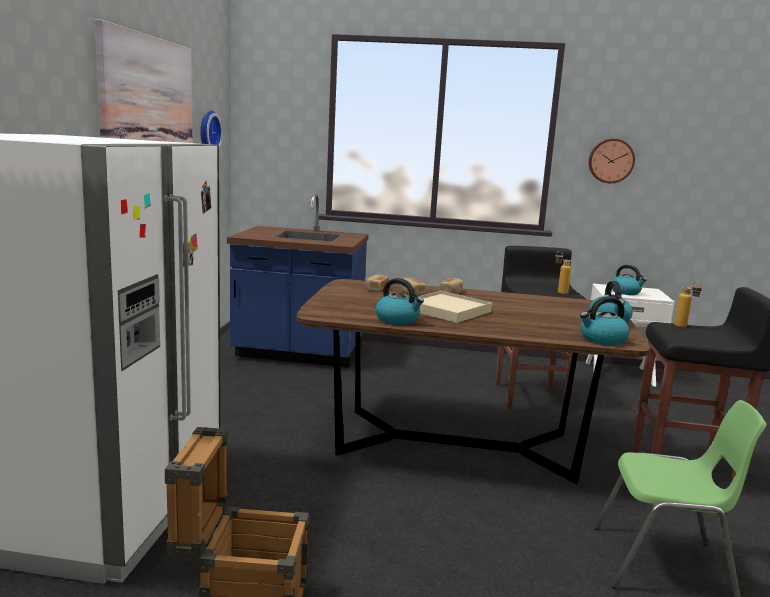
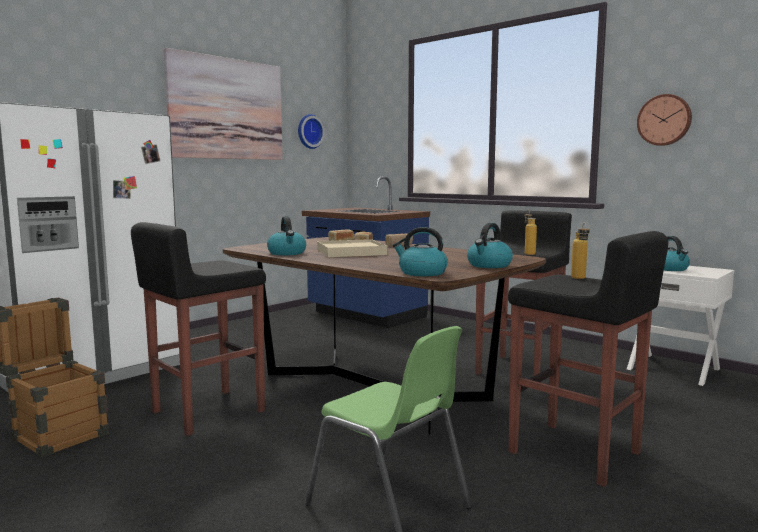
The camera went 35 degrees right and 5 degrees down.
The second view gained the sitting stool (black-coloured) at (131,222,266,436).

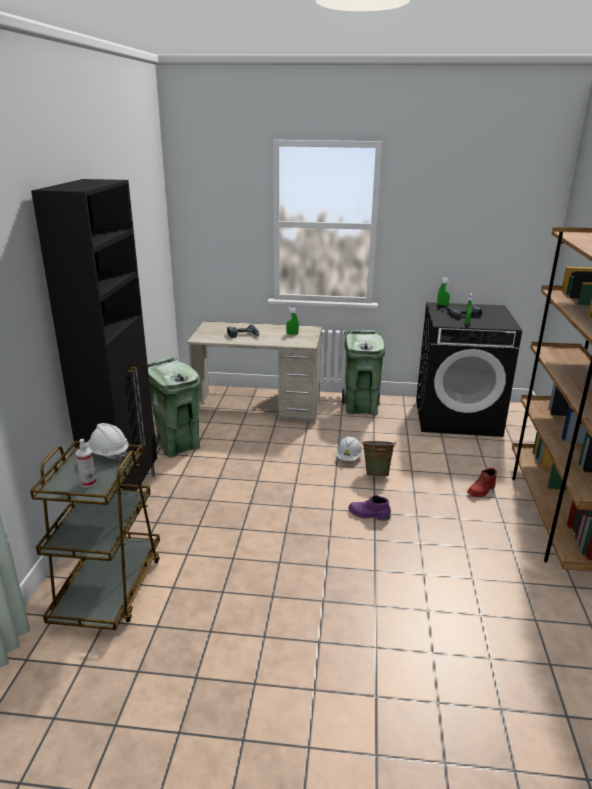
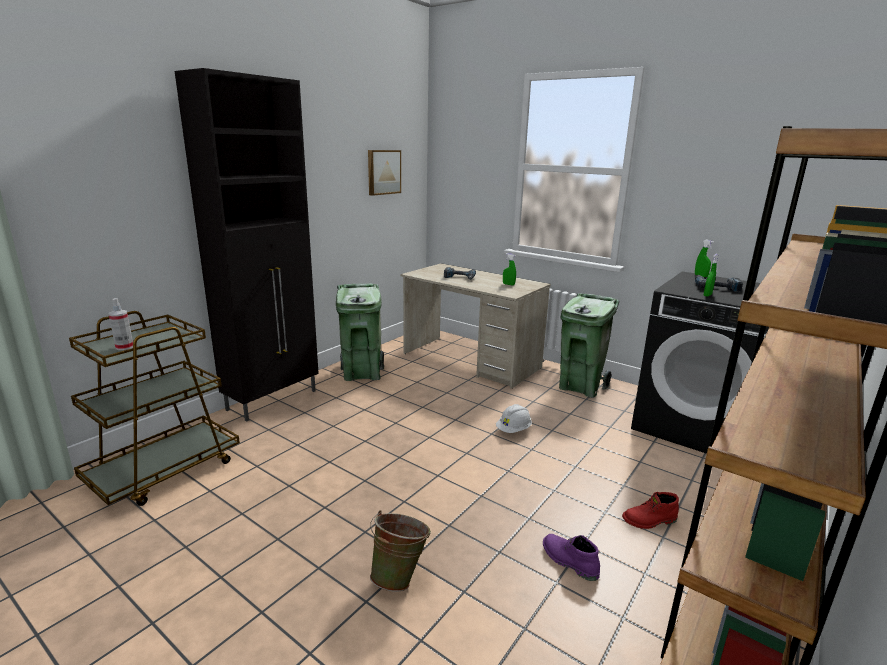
The camera went 30 degrees right and 5 degrees down.
The second view lost the safety helmet (white-coloured) at (86,423,129,460).
The pail (green) ended up elsewhere, having gone from (361,441,396,477) to (370,510,431,592).
The high-top boot (purple-coloured) ended up elsewhere, having gone from (348,495,391,521) to (543,534,600,581).
The second view gained the picture at (368,150,401,196).

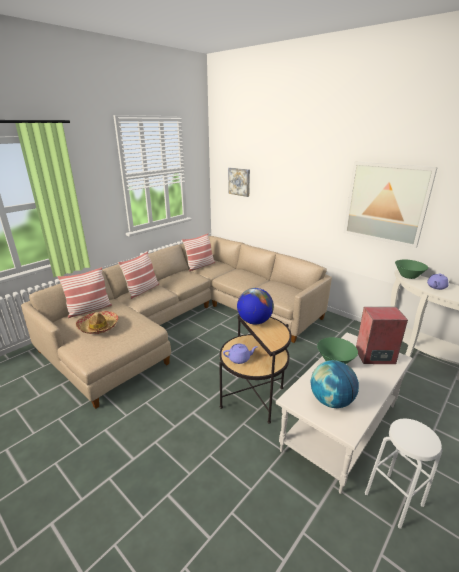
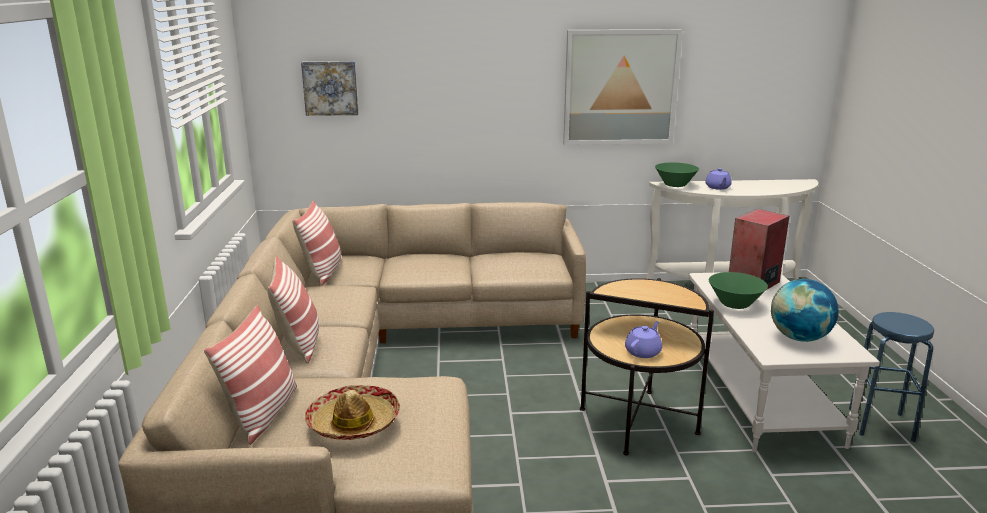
The camera went 45 degrees left and 5 degrees down.
The second view lost the globe at (237,288,274,325).
What was the sitting stool (white-coloured) at (365,418,443,529) turned into the sitting stool (bluish) at (849,312,934,442).

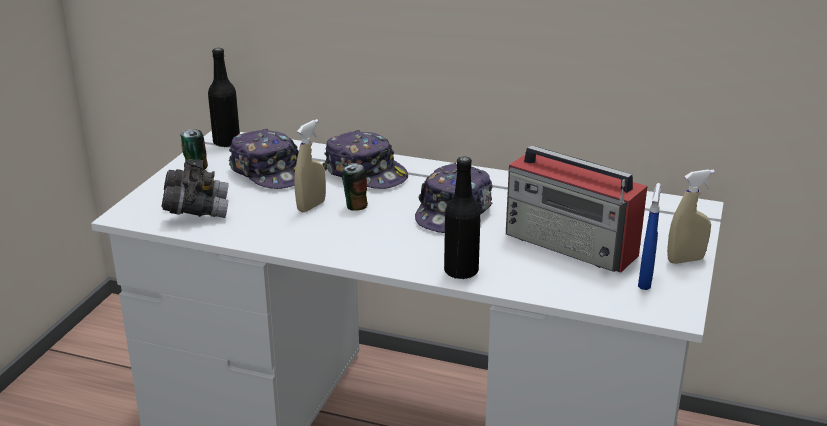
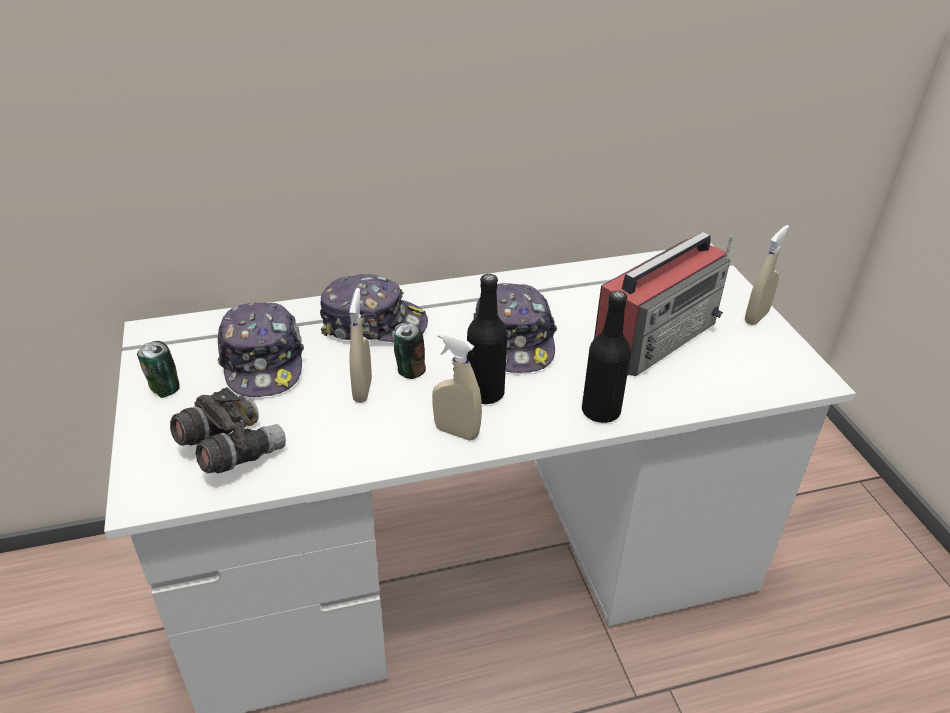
The camera went 35 degrees left and 10 degrees up.
The drink bottle (black-coloured) ended up elsewhere, having gone from (208,48,240,147) to (467,274,507,404).
The baseball cap at (229,129,299,189) ended up facing another way, 60 degrees clockwise from before.
The radio receiver at (506,145,647,273) ended up facing another way, 45 degrees counterclockwise from before.
The second view lost the sprayer (bluish) at (638,183,661,290).
The second view gained the sprayer (beige-coloured) at (432,332,482,441).

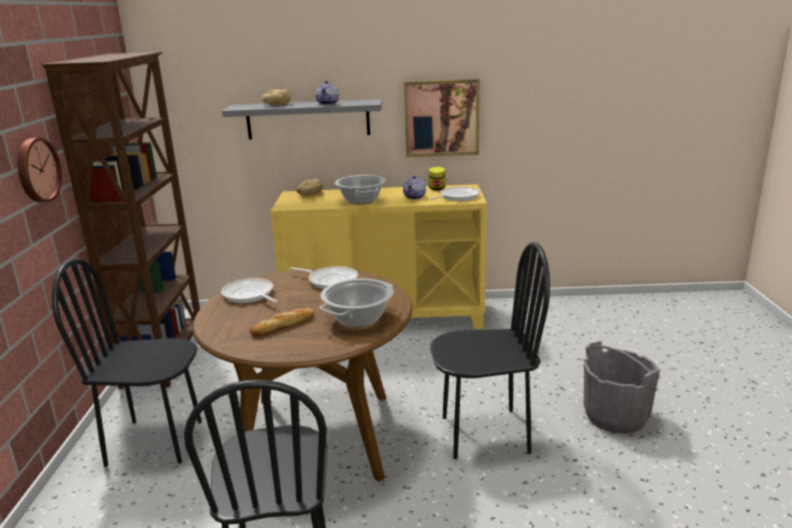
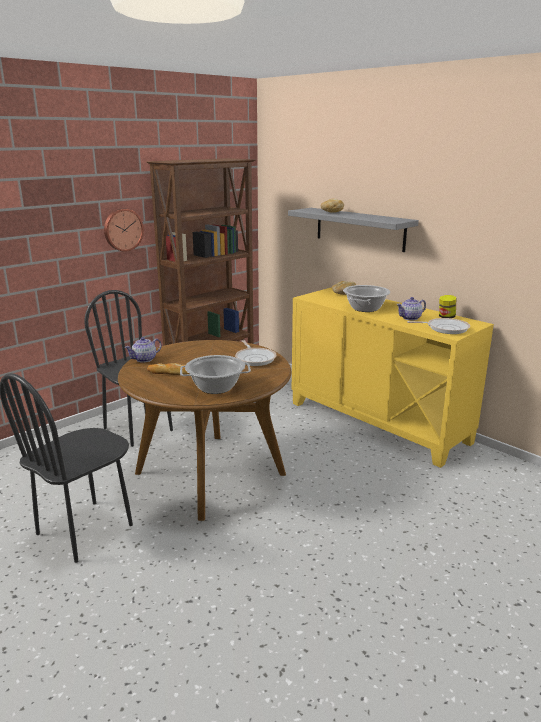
The camera went 45 degrees right and 0 degrees up.
The second view lost the picture at (404,79,480,157).
The tea pot ended up elsewhere, having gone from (315,81,339,105) to (125,337,162,363).
The second view lost the plain chair (black-coloured) at (430,242,550,459).
The second view lost the pan at (221,278,278,303).
The second view lost the pail (greyish) at (583,341,660,434).

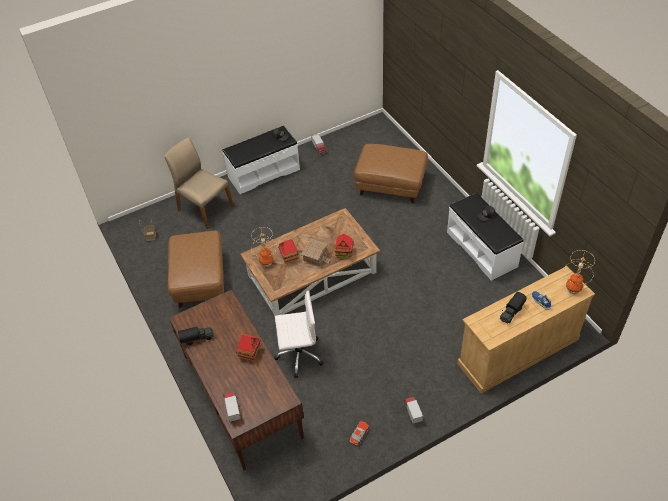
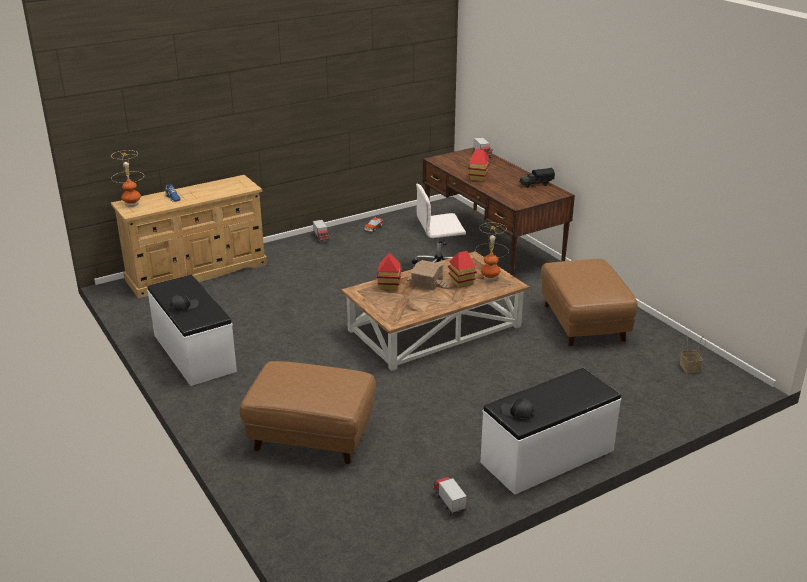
The camera went 175 degrees right and 20 degrees down.
The second view lost the plain chair (beige-coloured) at (164,137,234,229).
The second view lost the model truck at (499,292,527,323).

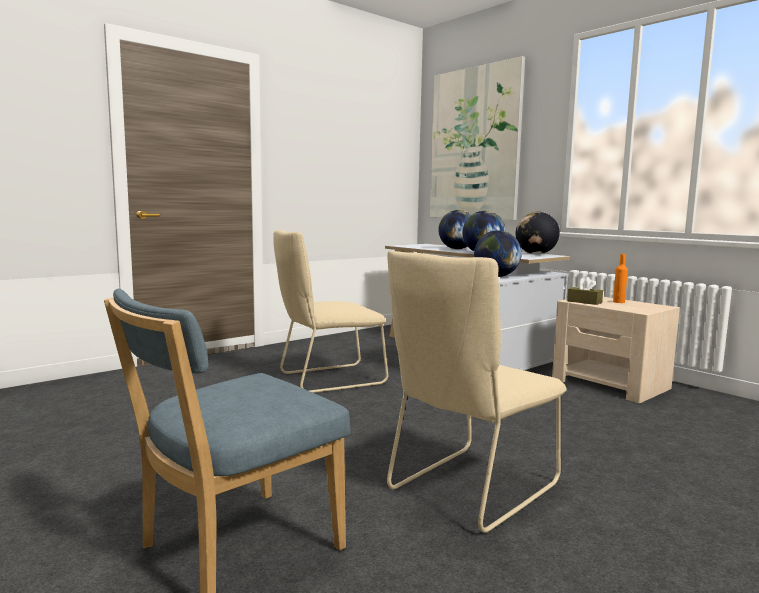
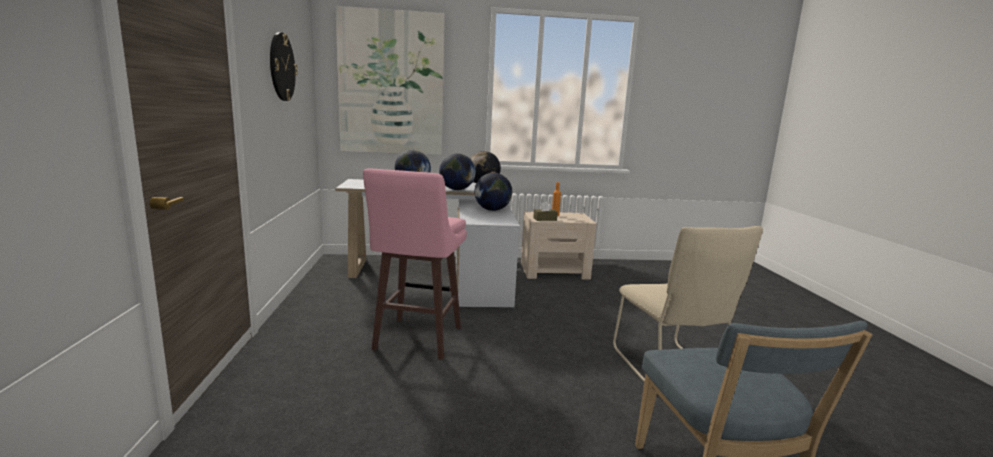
The camera went 55 degrees left and 5 degrees up.
Where the plain chair (beige-coloured) stood at (273,230,388,393), the sitting stool (pink-coloured) came to stand at (363,169,467,360).
The second view gained the wall clock at (270,32,298,101).

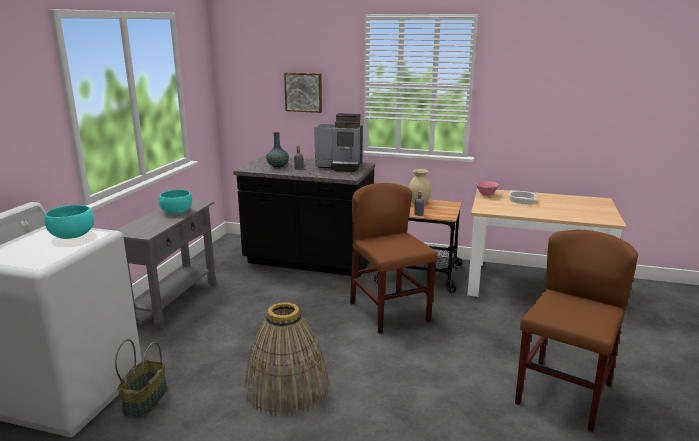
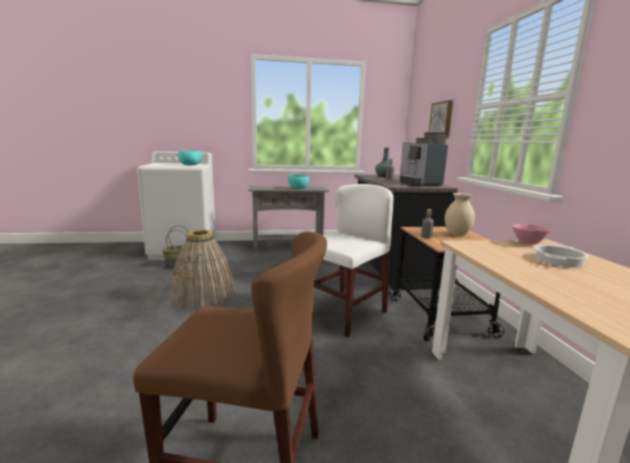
The camera went 65 degrees right and 5 degrees down.
What was the plain chair (brown) at (350,183,437,334) turned into the plain chair (white-coloured) at (314,184,394,337).

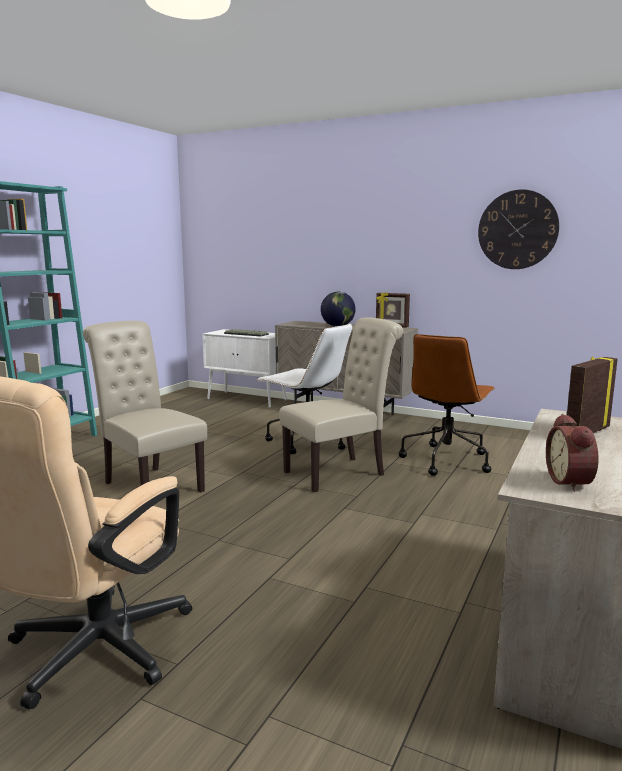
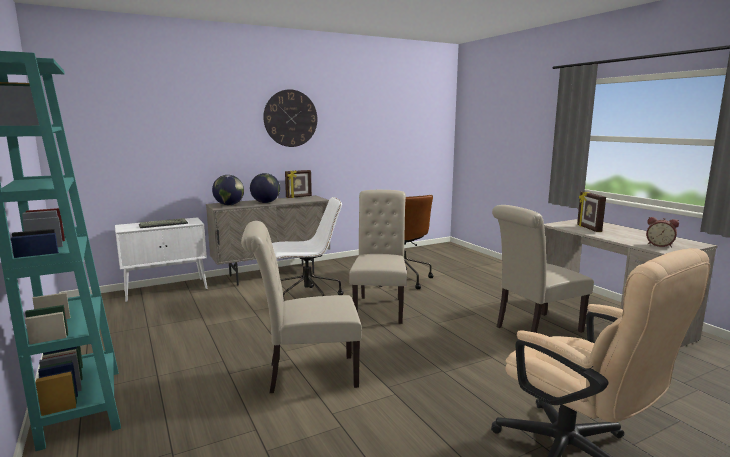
The camera went 55 degrees left and 0 degrees up.
The wall clock ended up elsewhere, having gone from (478,189,559,269) to (263,89,317,147).
The second view gained the globe at (212,175,244,205).
The second view gained the plain chair (beige-coloured) at (492,205,594,333).

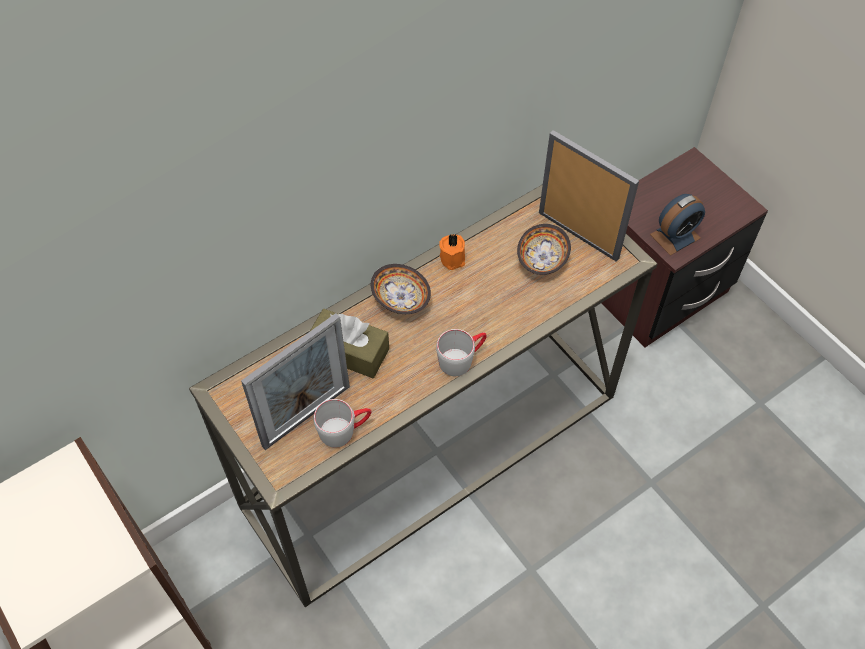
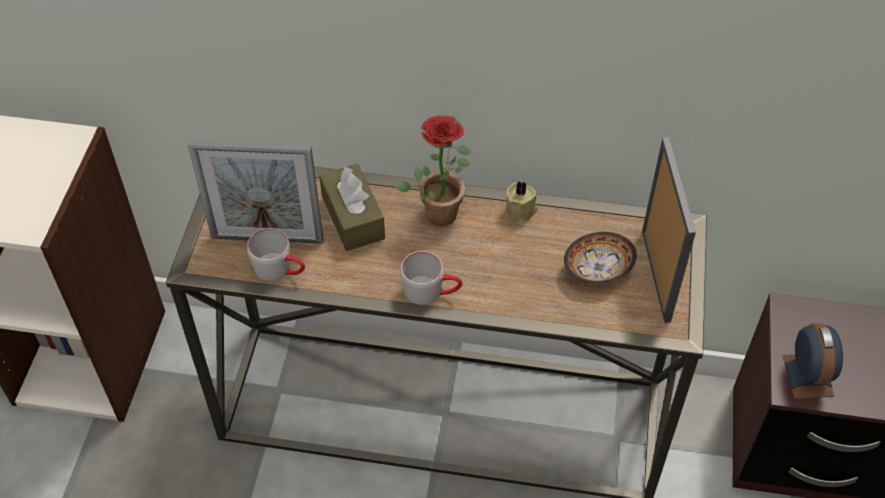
The camera went 45 degrees right and 5 degrees down.
The alarm clock at (650,194,705,256) ended up facing another way, 105 degrees counterclockwise from before.
What was the candle (orange) at (439,234,465,270) turned into the candle (beige-coloured) at (506,181,538,224).
Where the bowl stood at (371,264,431,314), the potted plant came to stand at (396,116,470,226).

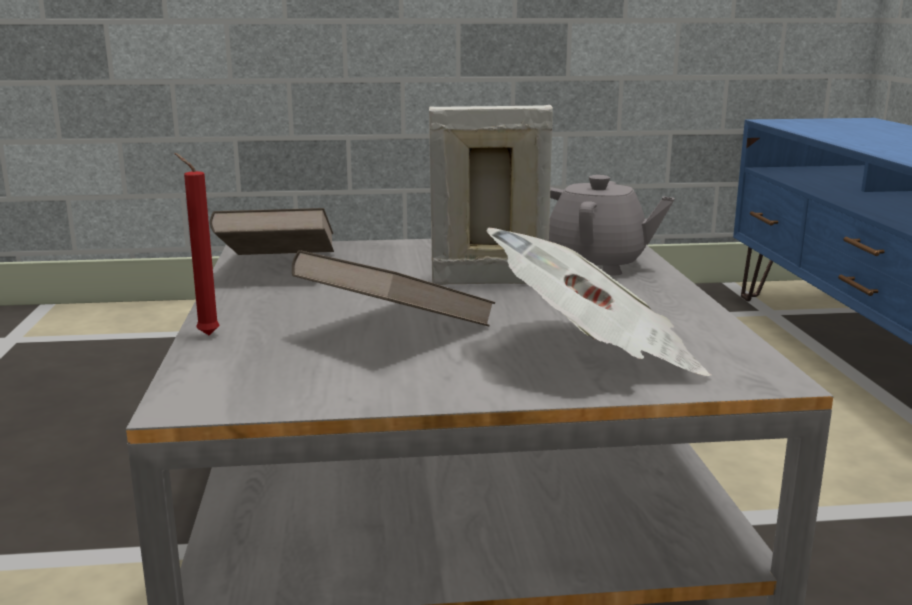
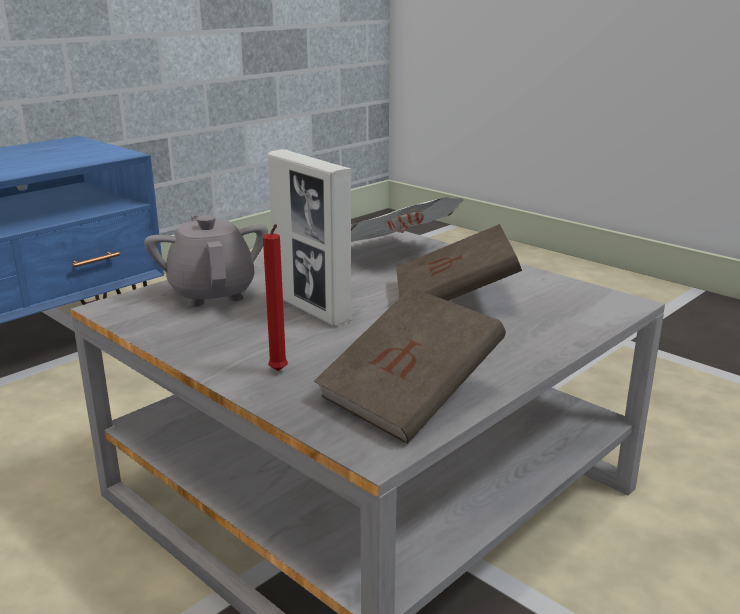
The camera went 130 degrees left and 5 degrees up.
The candle (red) ended up elsewhere, having gone from (174,153,220,335) to (263,224,288,371).

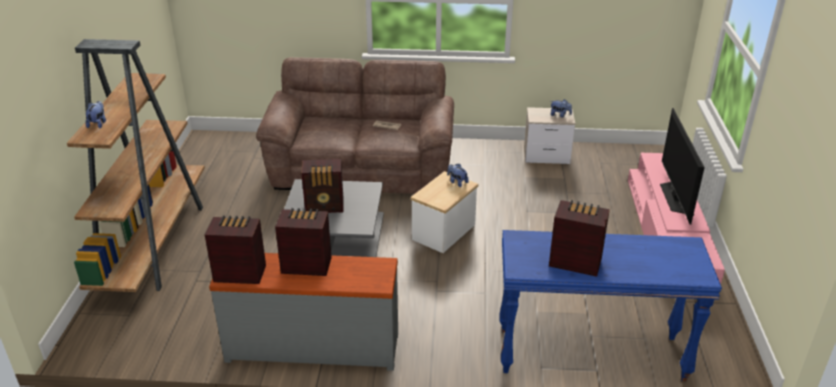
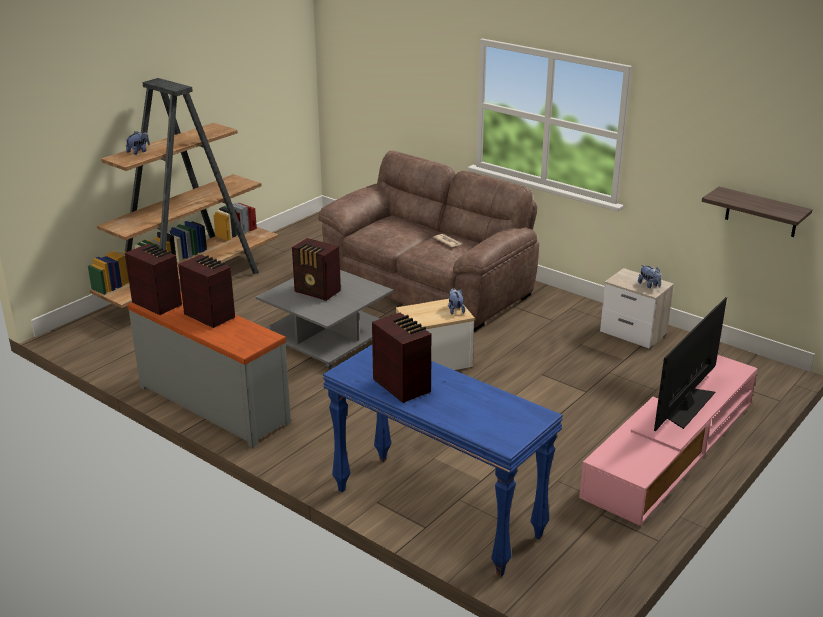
The camera went 35 degrees right and 5 degrees down.
The second view gained the wall shelf at (702,187,812,237).

